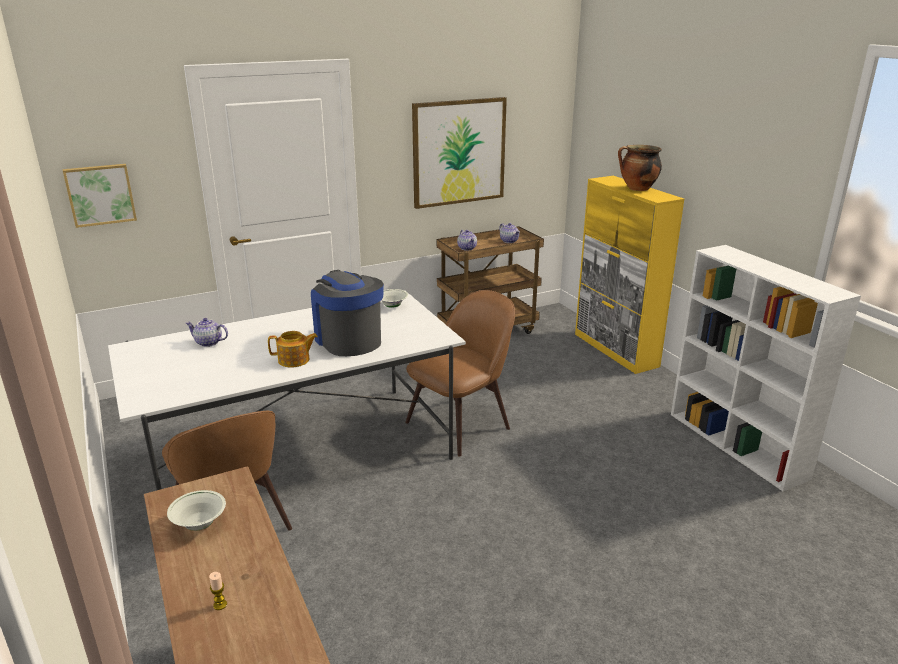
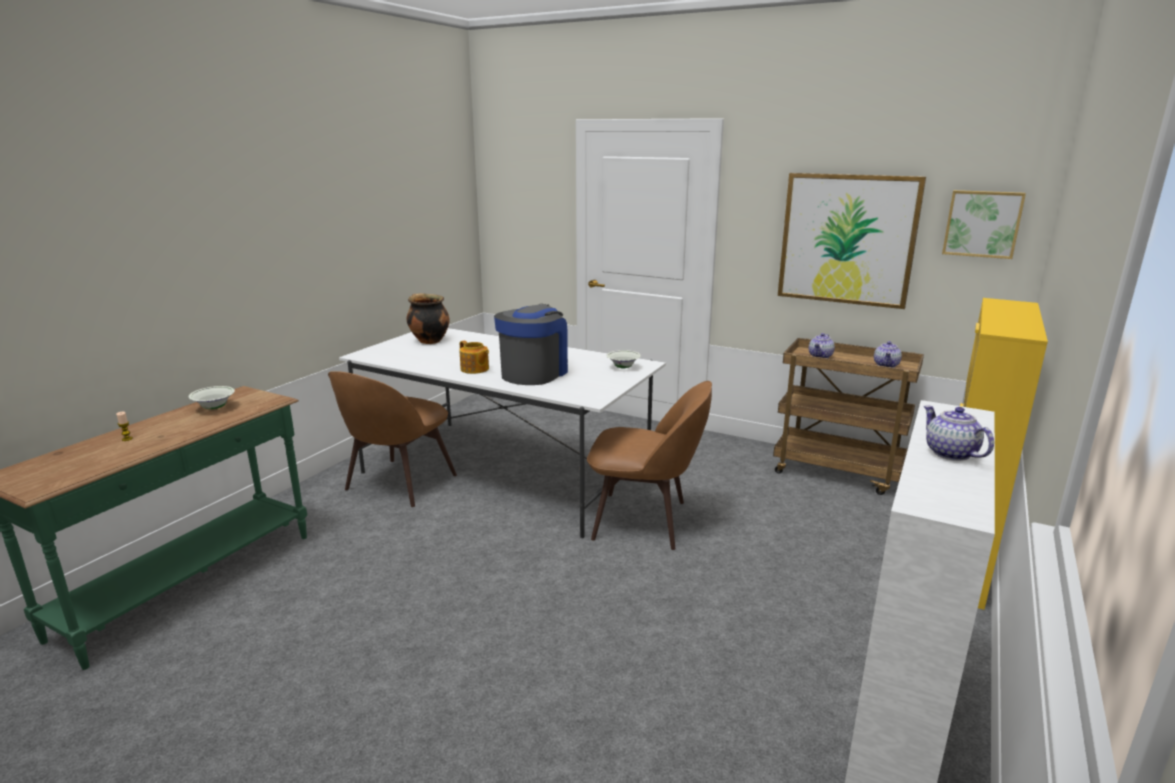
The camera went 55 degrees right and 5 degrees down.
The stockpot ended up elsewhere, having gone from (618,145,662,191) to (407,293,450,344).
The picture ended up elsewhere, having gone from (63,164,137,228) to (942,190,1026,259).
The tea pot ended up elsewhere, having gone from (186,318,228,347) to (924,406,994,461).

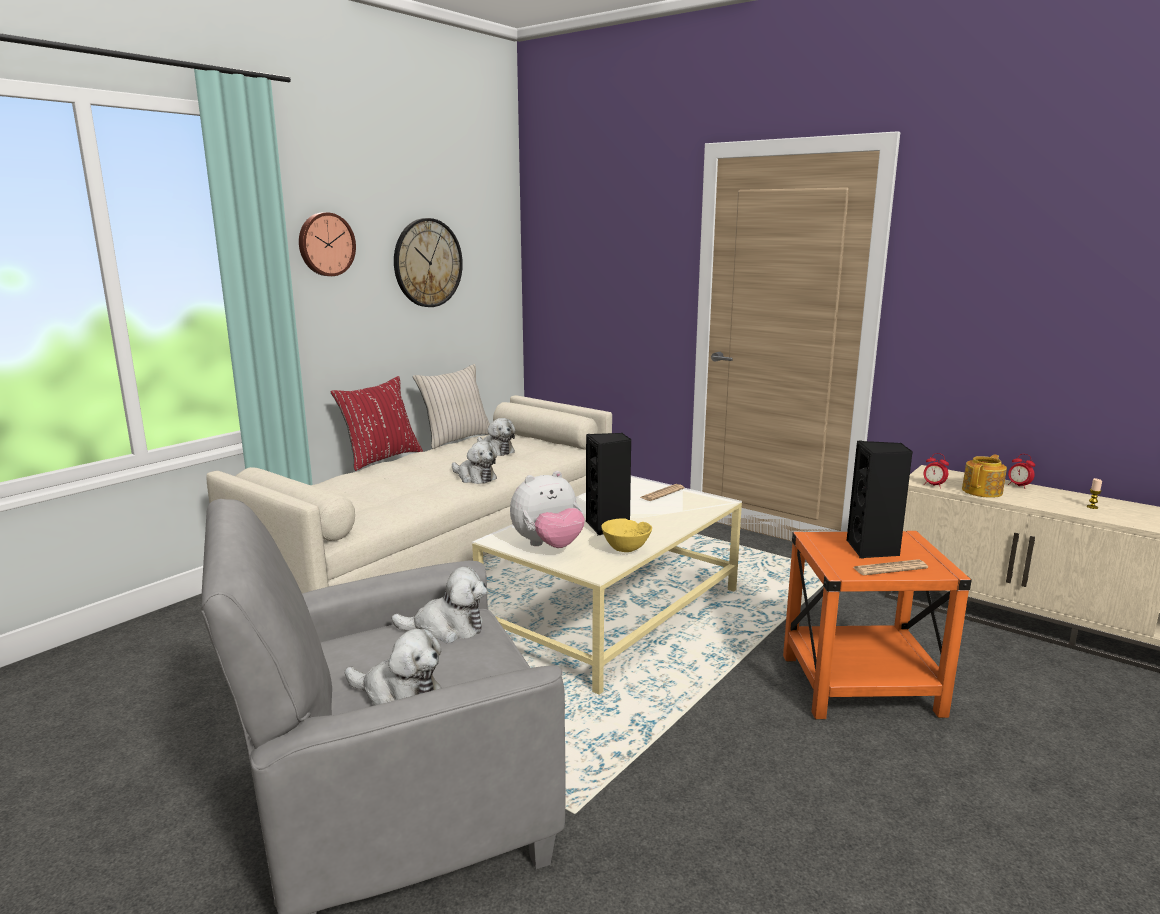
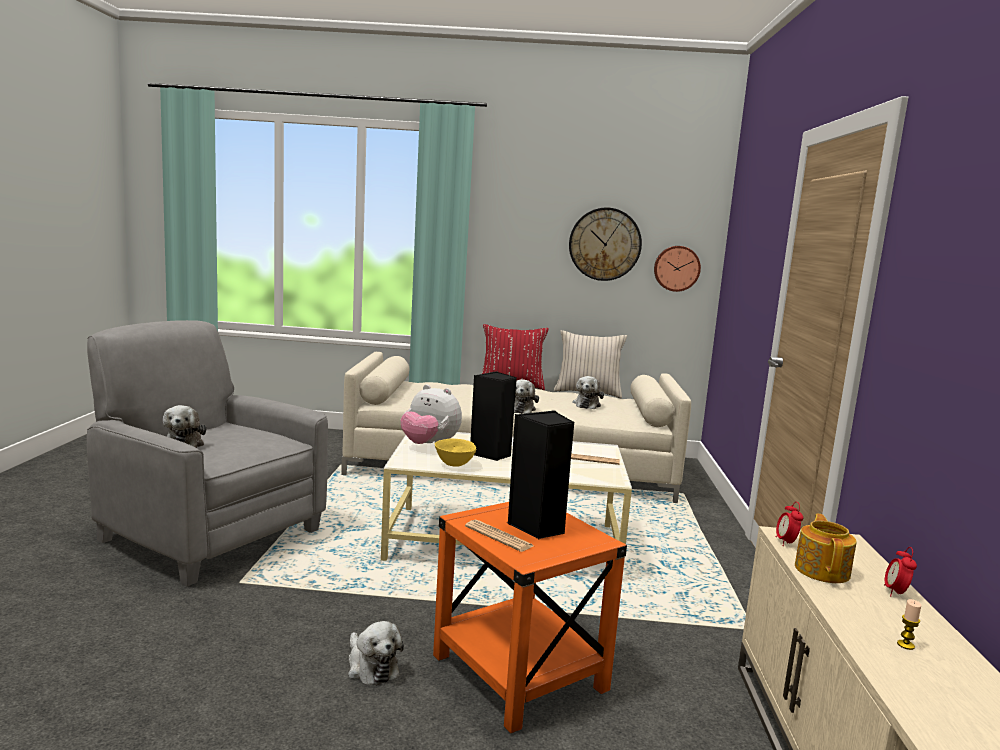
The camera went 55 degrees right and 5 degrees down.
The wall clock ended up elsewhere, having gone from (299,212,356,276) to (654,246,701,292).
The tea pot at (962,454,1007,498) ended up facing another way, 90 degrees counterclockwise from before.
The plush toy ended up elsewhere, having gone from (391,567,487,643) to (348,621,404,686).

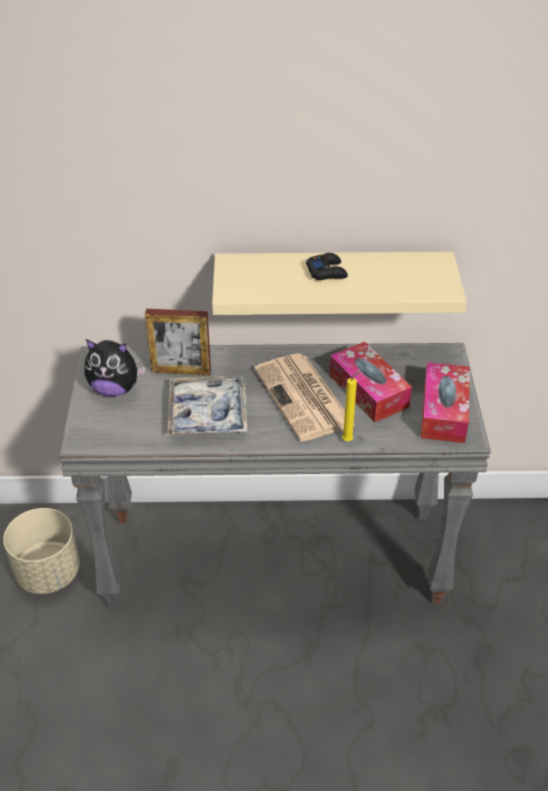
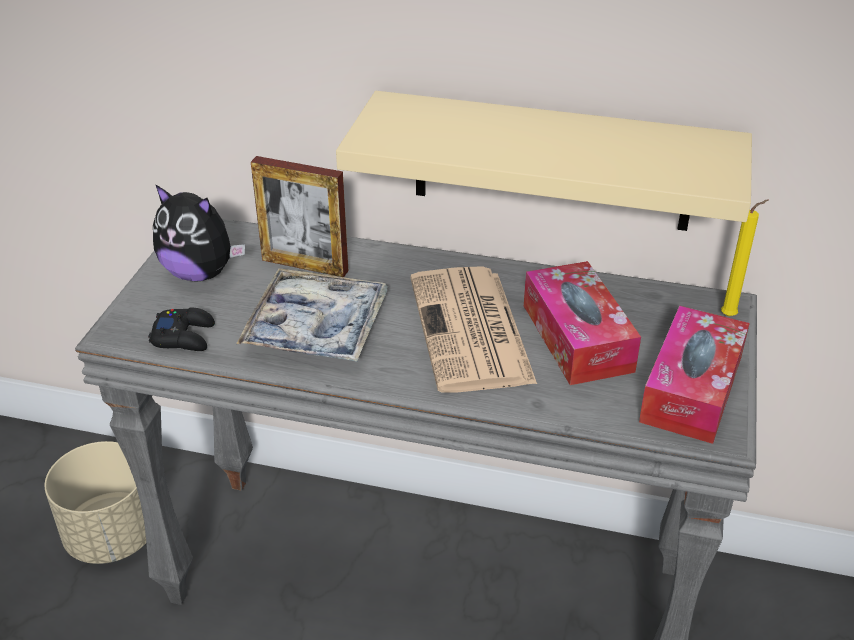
The camera went 15 degrees right and 5 degrees down.
The game controller (black-coloured) ended up elsewhere, having gone from (306,253,348,280) to (148,307,215,351).
The candle (yellow-coloured) ended up elsewhere, having gone from (342,371,361,441) to (721,199,769,316).

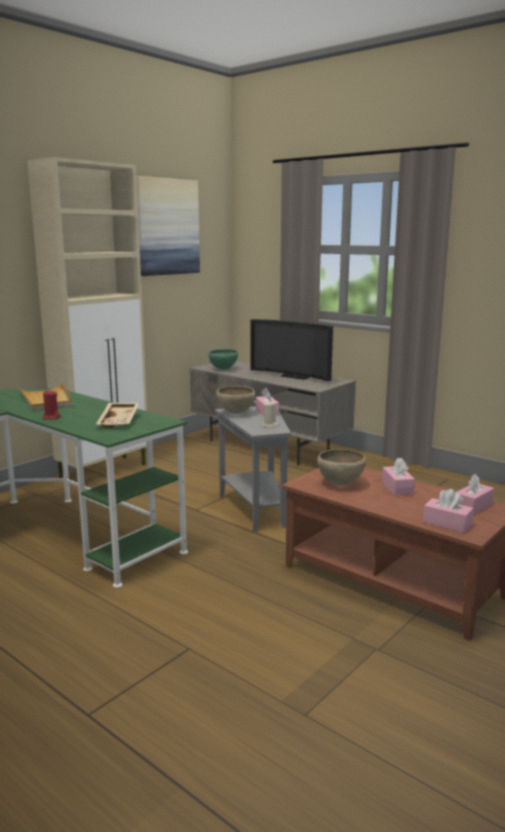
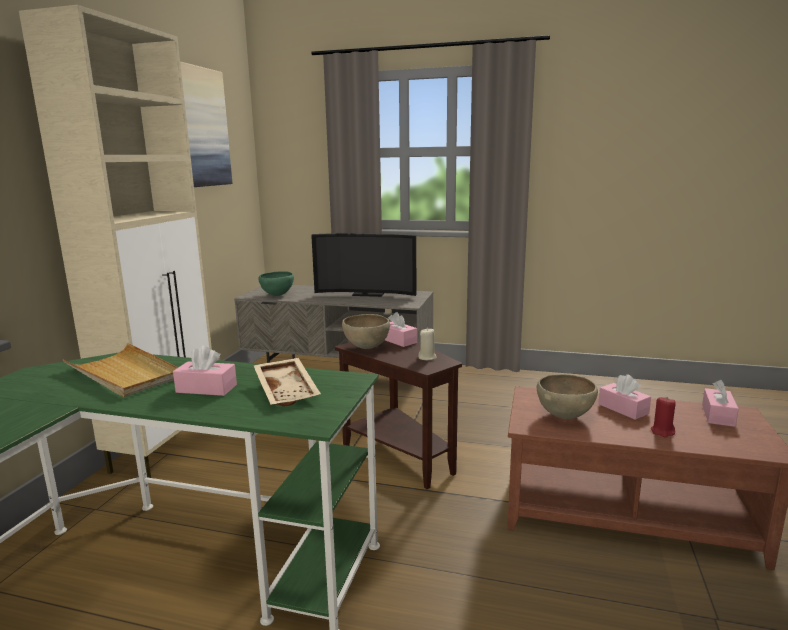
The camera went 25 degrees left and 0 degrees up.
The candle (red) ended up elsewhere, having gone from (43,390,60,420) to (651,397,676,438).
What was the accent table (greyish) at (215,407,291,531) turned into the accent table (brown) at (335,340,462,489).
The tissue holder (pink-coloured) ended up elsewhere, having gone from (423,489,474,533) to (173,346,237,396).

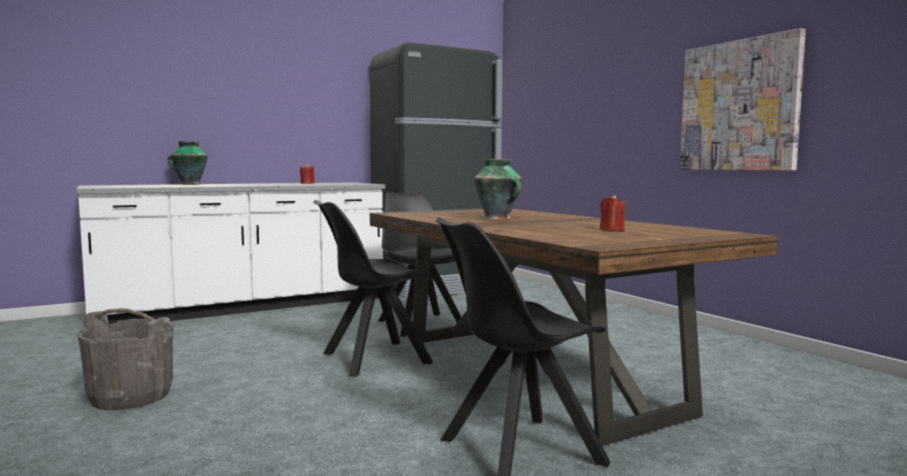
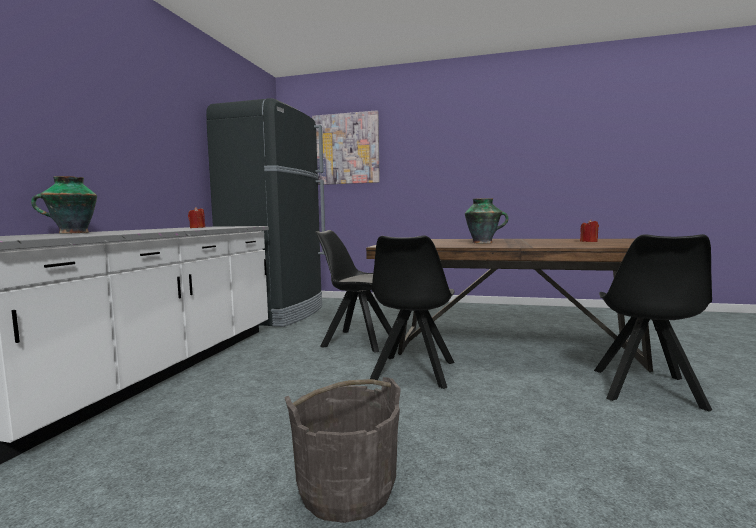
The camera went 45 degrees left and 0 degrees up.
The picture ended up elsewhere, having gone from (680,28,806,170) to (312,110,380,185).

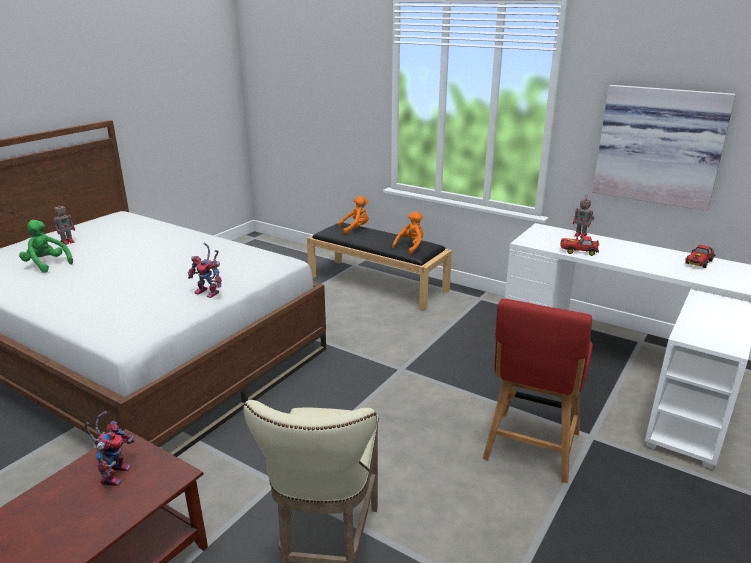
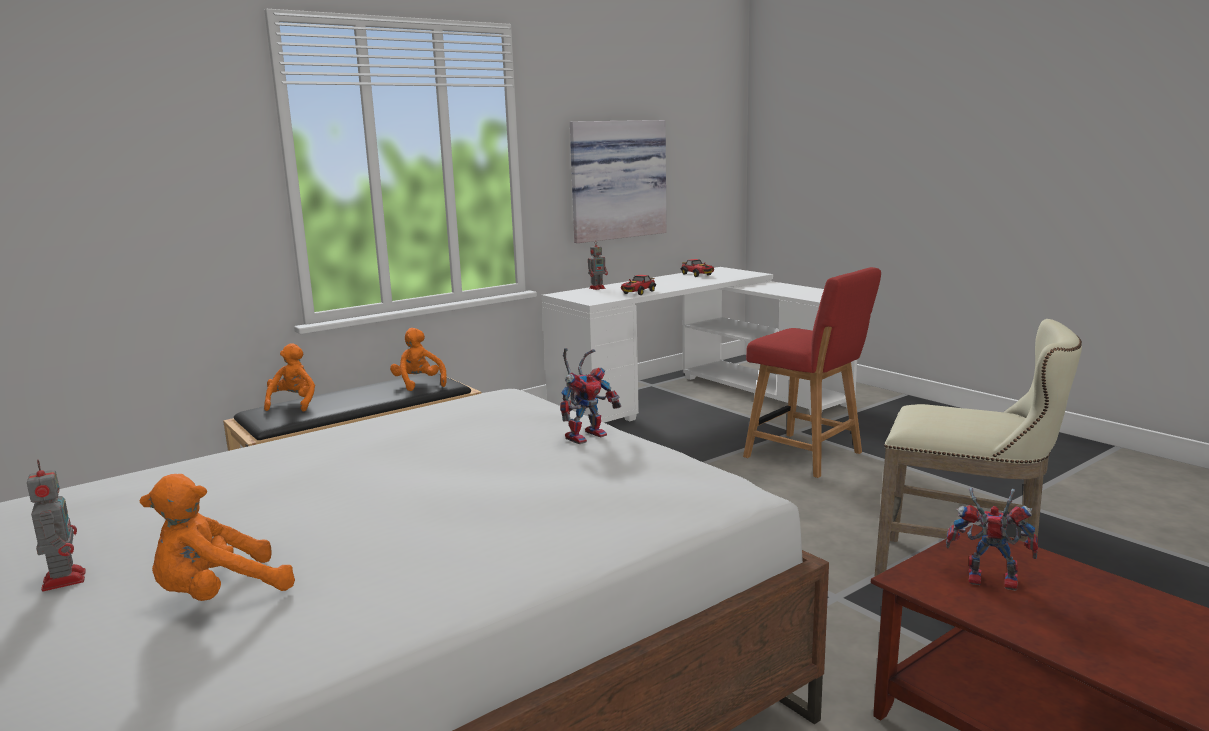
The camera went 70 degrees left and 10 degrees down.
What was the plush toy (green) at (19,220,73,273) turned into the plush toy (orange) at (140,474,295,601).

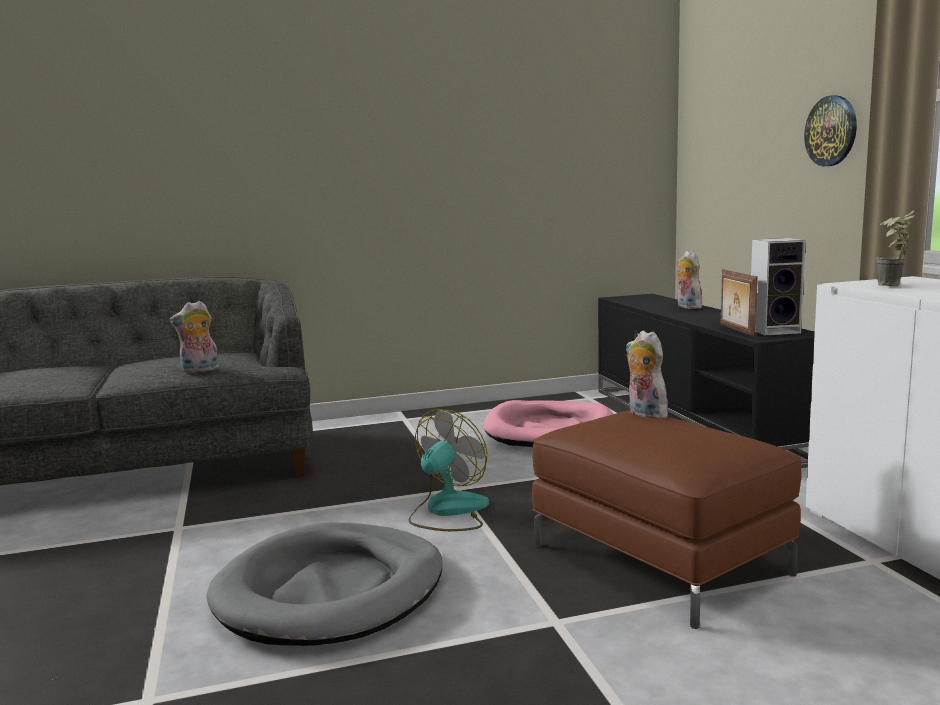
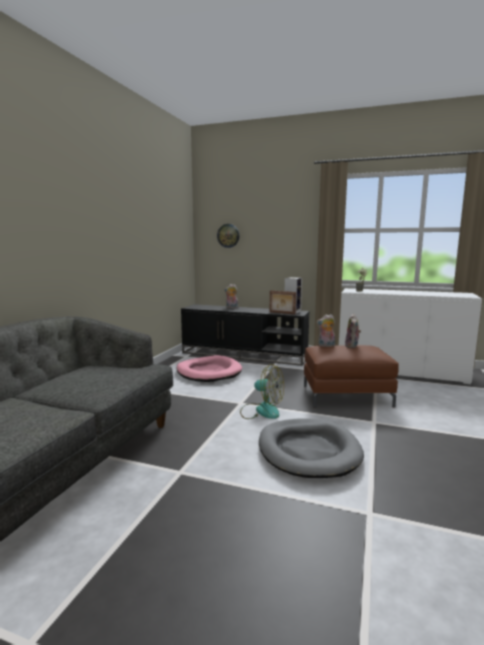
The camera went 55 degrees left and 0 degrees up.
The wall clock ended up elsewhere, having gone from (804,95,857,166) to (217,224,239,248).
The plush toy ended up elsewhere, having gone from (169,301,219,373) to (345,314,361,348).
The cooling fan at (408,409,489,531) ended up facing another way, 135 degrees clockwise from before.

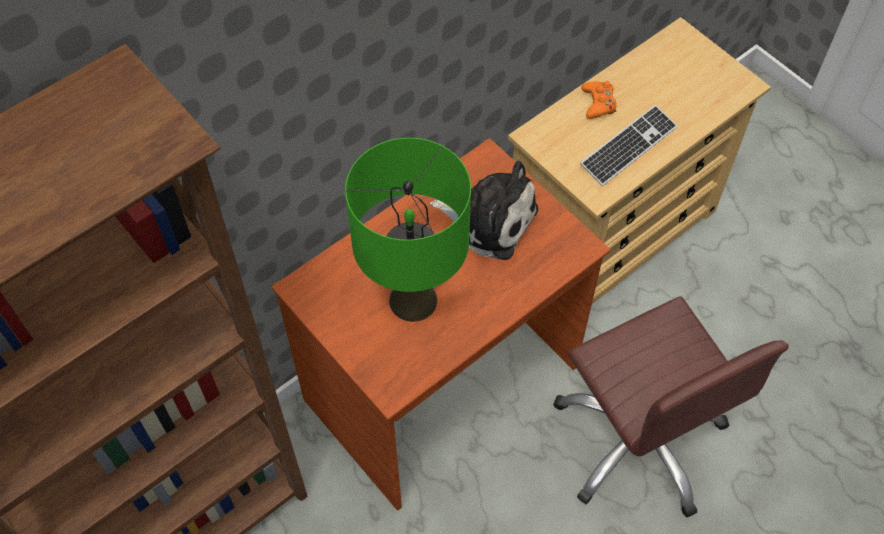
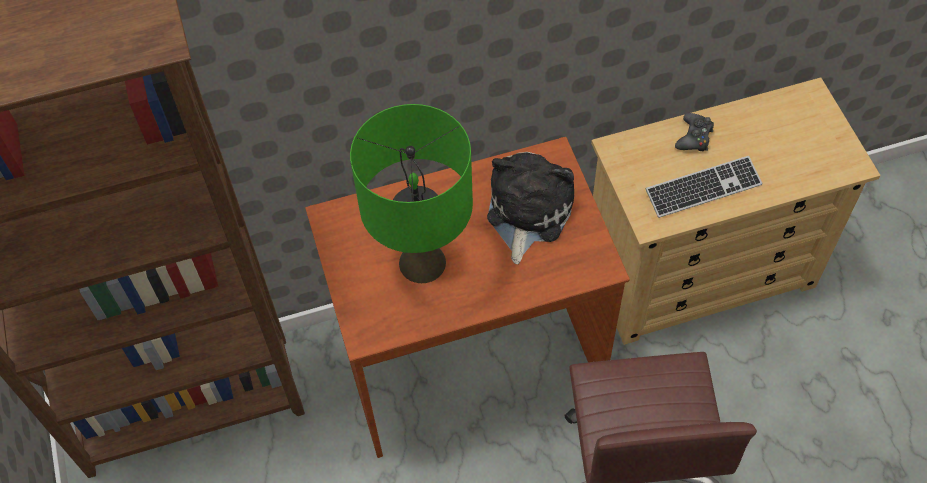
The camera went 25 degrees right and 0 degrees up.
What was the game controller (orange) at (581,81,617,119) turned into the game controller (black-coloured) at (675,113,714,151).
The plush toy at (430,160,538,260) ended up facing another way, 120 degrees counterclockwise from before.

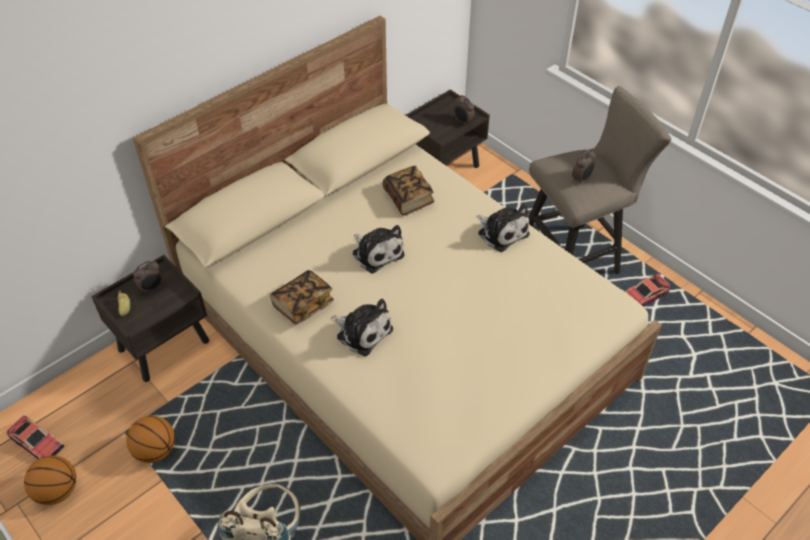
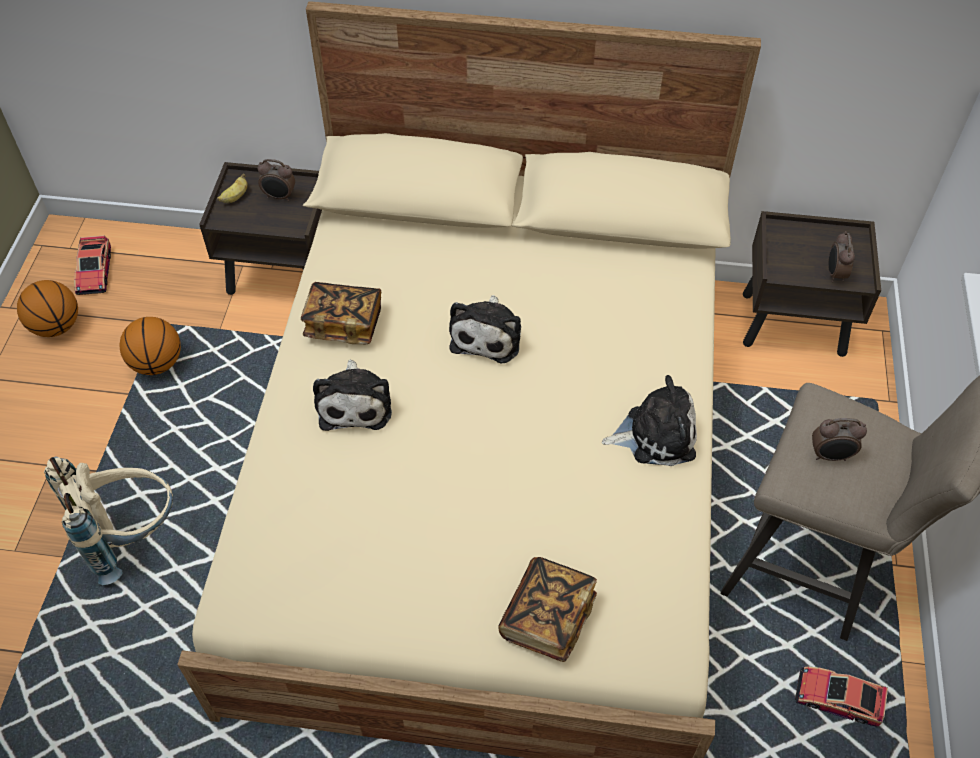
The camera went 50 degrees right and 5 degrees up.
The book ended up elsewhere, having gone from (383,166,435,216) to (498,557,597,662).
The plush toy at (476,204,530,252) ended up facing another way, 105 degrees counterclockwise from before.

